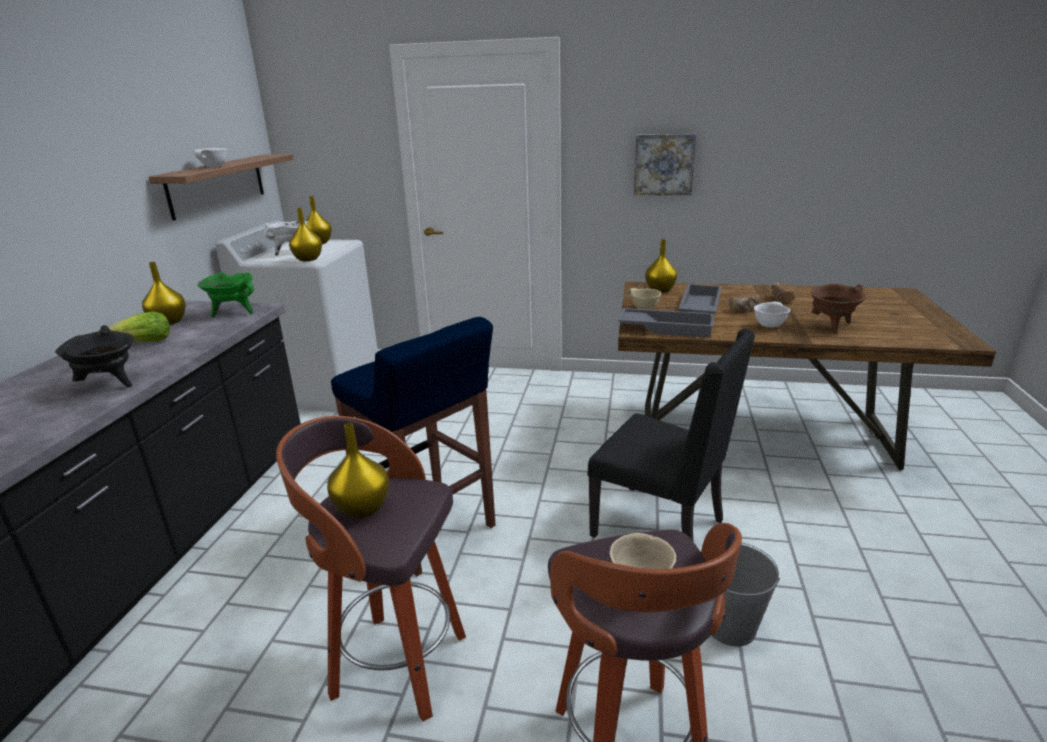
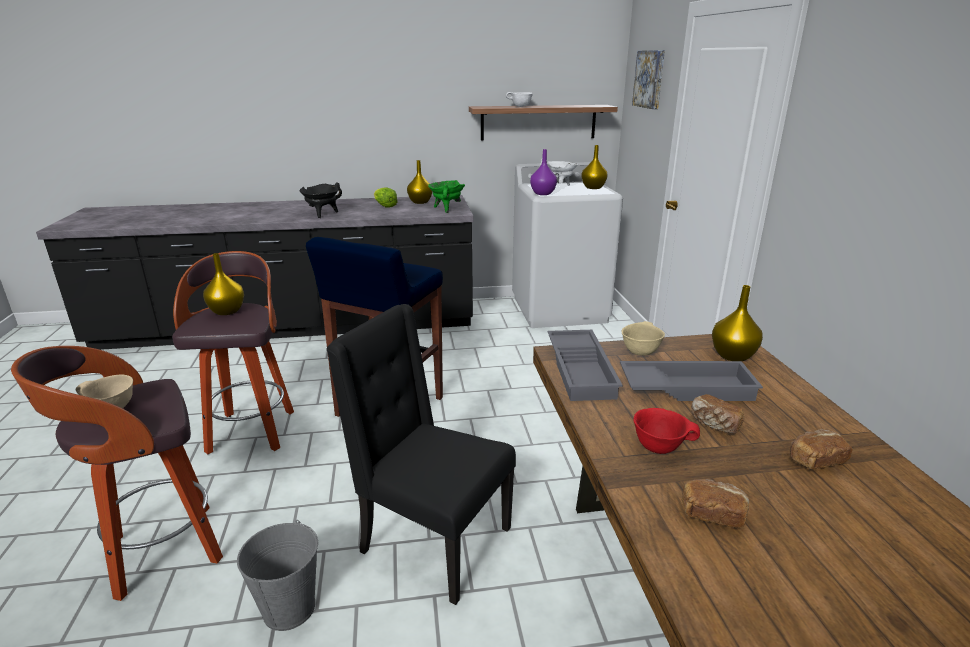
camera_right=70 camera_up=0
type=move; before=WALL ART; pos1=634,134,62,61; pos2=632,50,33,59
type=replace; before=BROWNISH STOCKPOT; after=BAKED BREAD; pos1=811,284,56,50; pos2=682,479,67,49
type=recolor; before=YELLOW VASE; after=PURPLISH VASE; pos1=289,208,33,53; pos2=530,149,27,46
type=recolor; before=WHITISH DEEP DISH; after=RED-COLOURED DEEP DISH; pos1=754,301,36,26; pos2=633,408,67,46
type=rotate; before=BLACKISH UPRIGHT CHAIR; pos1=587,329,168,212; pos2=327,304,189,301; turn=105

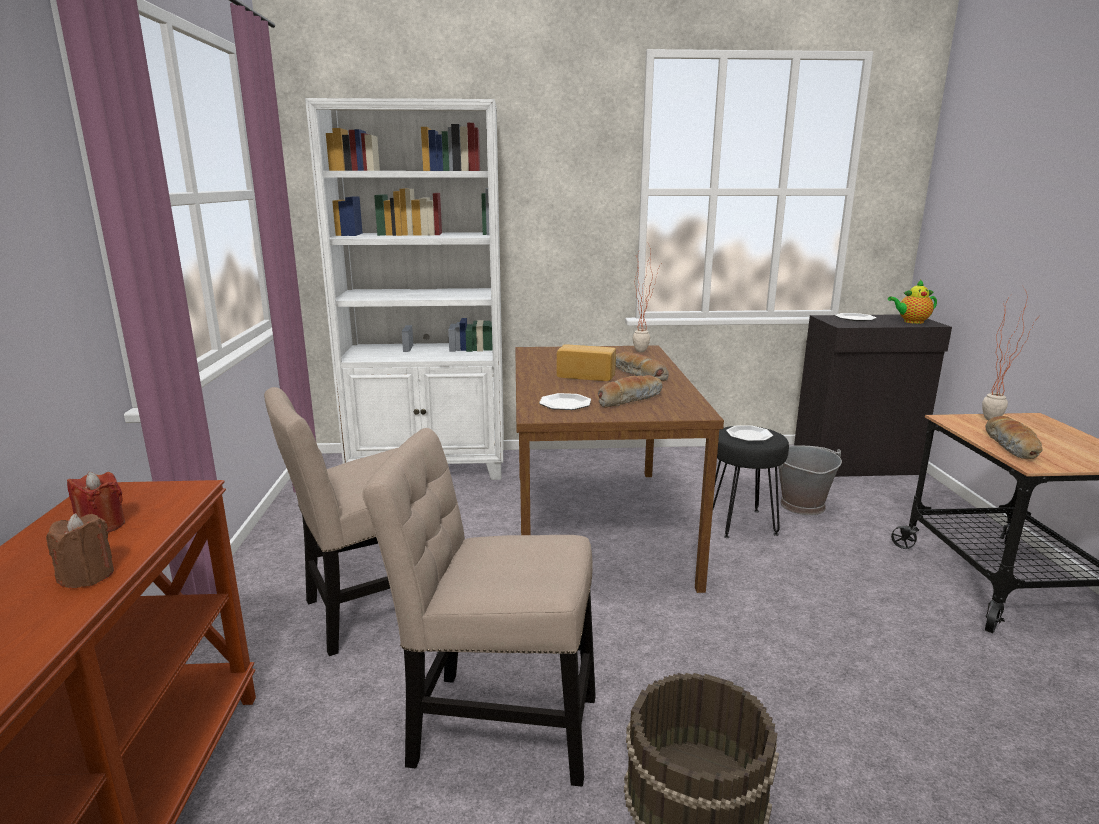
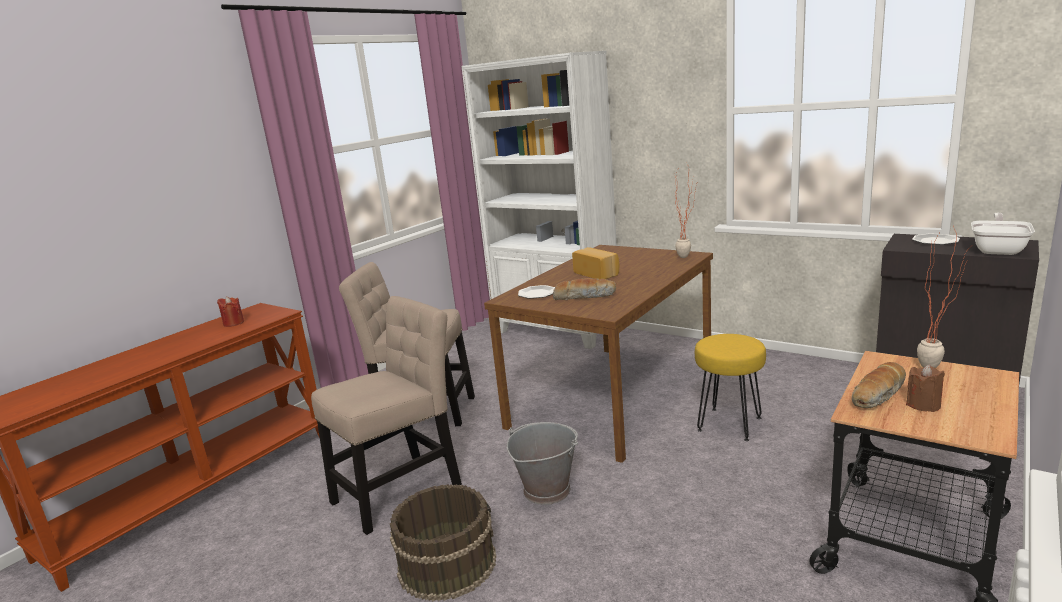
camera_right=40 camera_up=0
type=delete; before=BAKED BREAD; pos1=615,352,54,29
type=delete; before=PLATE; pos1=726,425,47,16
type=move; before=BROWNISH CANDLE; pos1=46,513,68,75; pos2=906,365,39,47
type=move; before=GREYISH BUCKET; pos1=778,445,64,70; pos2=507,422,71,83
type=replace; before=POT FOR TEA; after=SKILLET; pos1=888,279,49,45; pos2=971,213,64,42
type=recolor; before=BLACKISH STOOL SEAT; after=YELLOW STOOL SEAT; pos1=712,426,77,112; pos2=695,334,71,107
type=rotate; before=BEIGE UPRIGHT CHAIR; pos1=363,428,233,359; pos2=311,296,151,239; turn=90

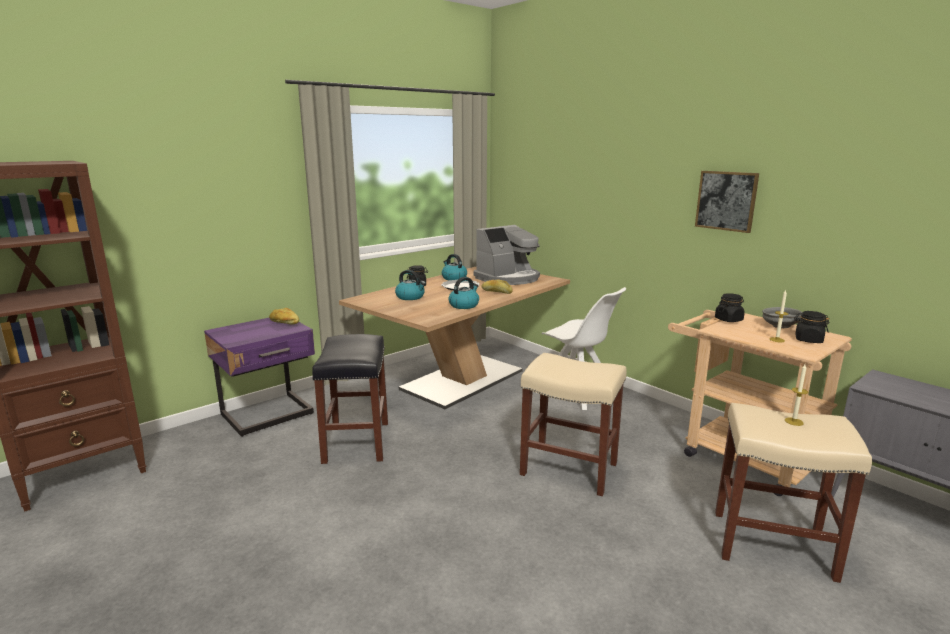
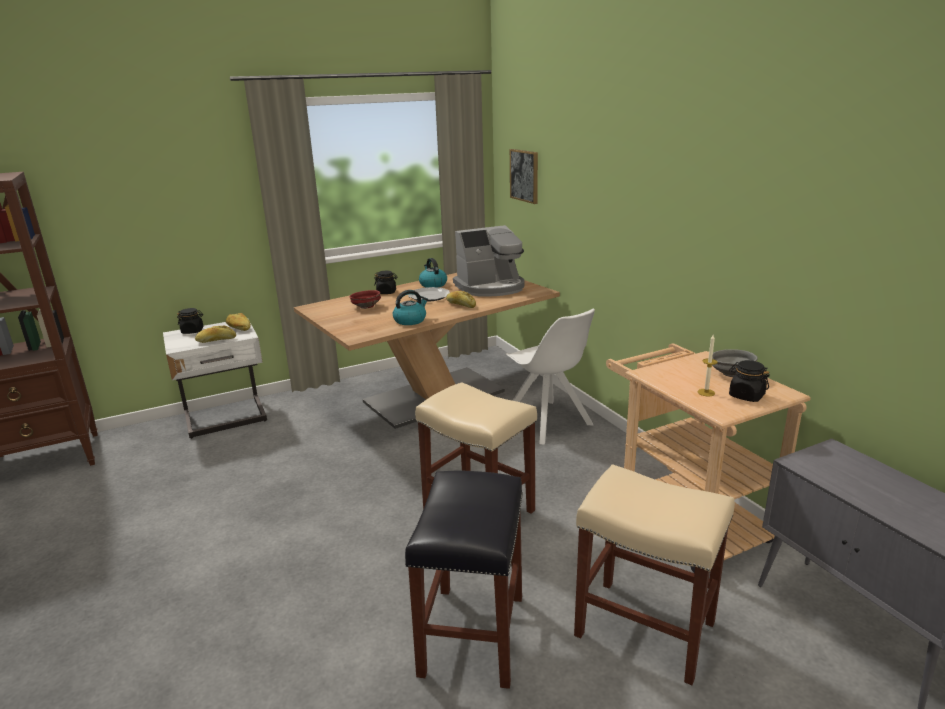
camera_right=15 camera_up=5
type=delete; before=CANDLE; pos1=785,364,23,62
type=insert; after=BAKED BREAD; pos2=195,326,41,17
type=move; before=BLACKISH STOOL SEAT; pos1=312,334,76,130; pos2=405,471,118,218
type=move; before=WALL ART; pos1=695,171,64,62; pos2=510,149,28,55
type=move; before=BLACKISH JAR; pos1=715,293,30,29; pos2=177,308,27,26
type=replace; before=KETTLE; after=RED-COLOURED DEEP DISH; pos1=395,270,31,30; pos2=349,290,32,19
type=recolor; before=PURPLISH BEDSIDE TABLE; after=WHITISH BEDSIDE TABLE; pos1=204,318,111,119; pos2=163,319,104,120

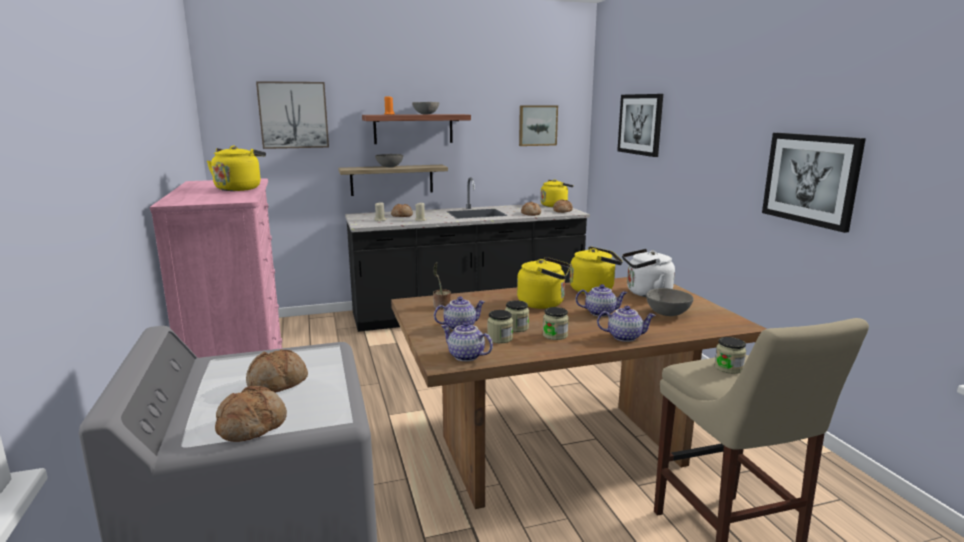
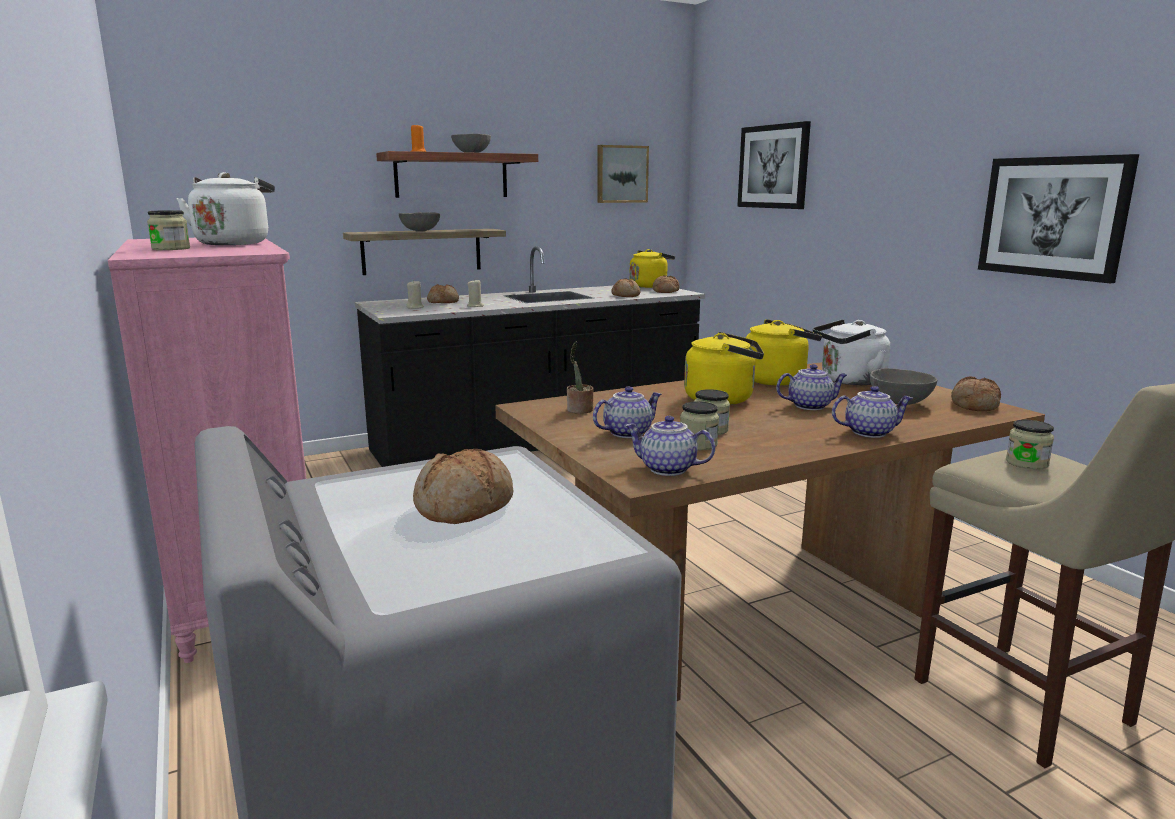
camera_right=-10 camera_up=0
type=delete; before=WALL ART; pos1=256,81,73,68
type=move; before=BAKED BREAD; pos1=215,386,72,56; pos2=951,377,50,34
type=move; before=JAR; pos1=543,307,26,33; pos2=147,210,43,40
type=recolor; before=YELLOW KETTLE; after=WHITISH KETTLE; pos1=207,146,59,45; pos2=177,172,98,73

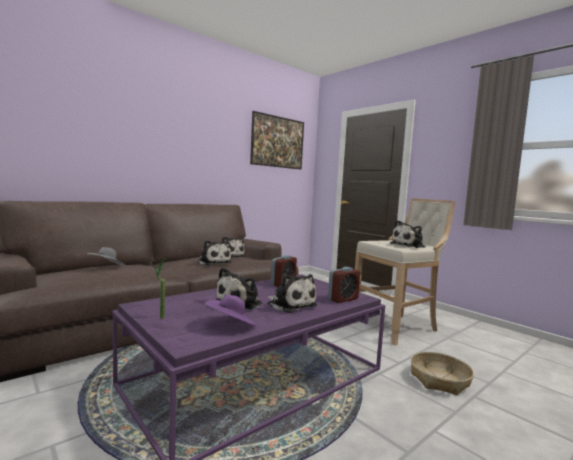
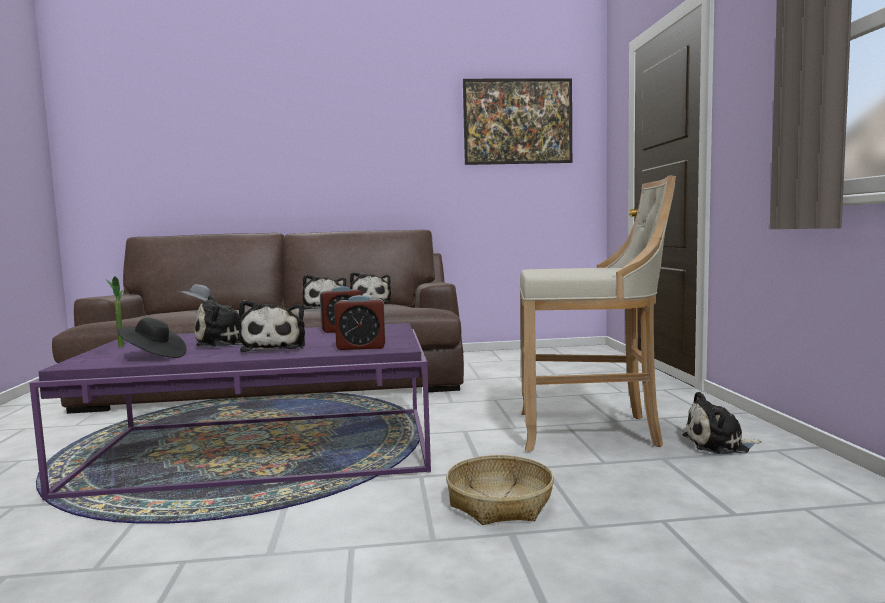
camera_right=35 camera_up=0
type=move; before=SOFT TOY; pos1=390,220,36,28; pos2=682,392,79,62
type=recolor; before=PURPLISH CLOTHING HAT; after=BLACKISH CLOTHING HAT; pos1=204,294,52,32; pos2=118,318,69,40

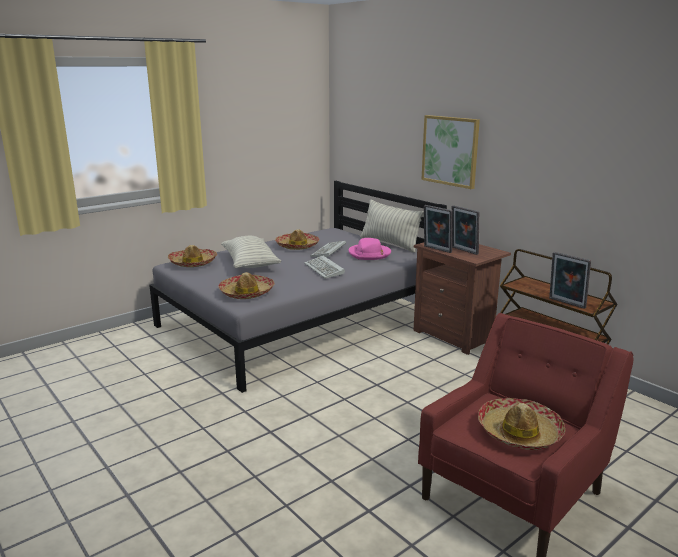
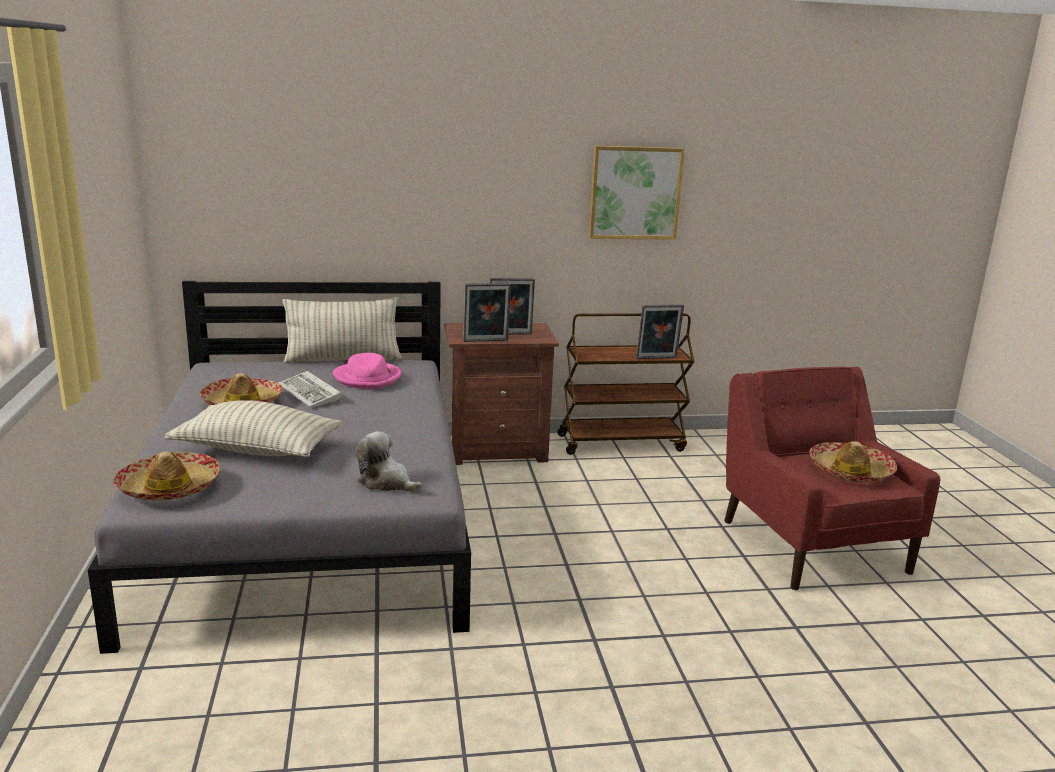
camera_right=-60 camera_up=0
type=delete; before=PC KEYBOARD; pos1=304,256,41,23
type=move; before=WALL ART; pos1=421,115,59,74; pos2=589,146,96,94
type=replace; before=CLOTHING HAT; after=SOFT TOY; pos1=218,272,57,27; pos2=355,431,67,61

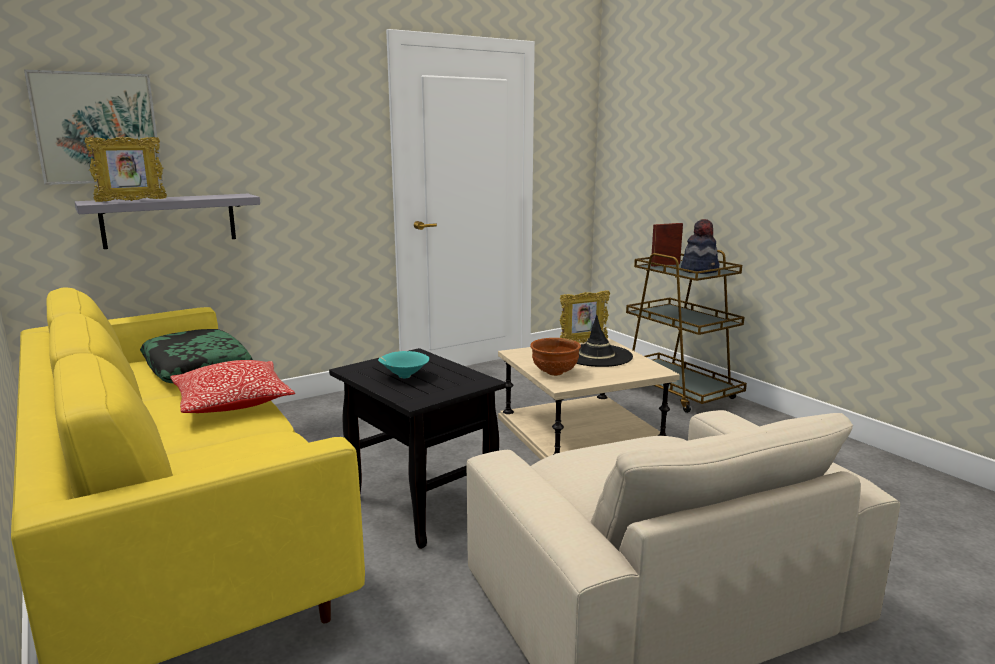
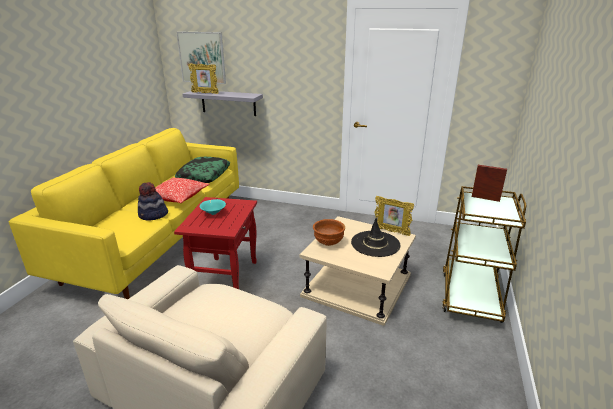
camera_right=50 camera_up=10
type=move; before=CLOTHING HAT; pos1=681,219,38,55; pos2=138,182,30,39
type=recolor; before=BLACKISH ACCENT TABLE; after=RED-COLOURED ACCENT TABLE; pos1=329,348,177,201; pos2=174,197,83,92

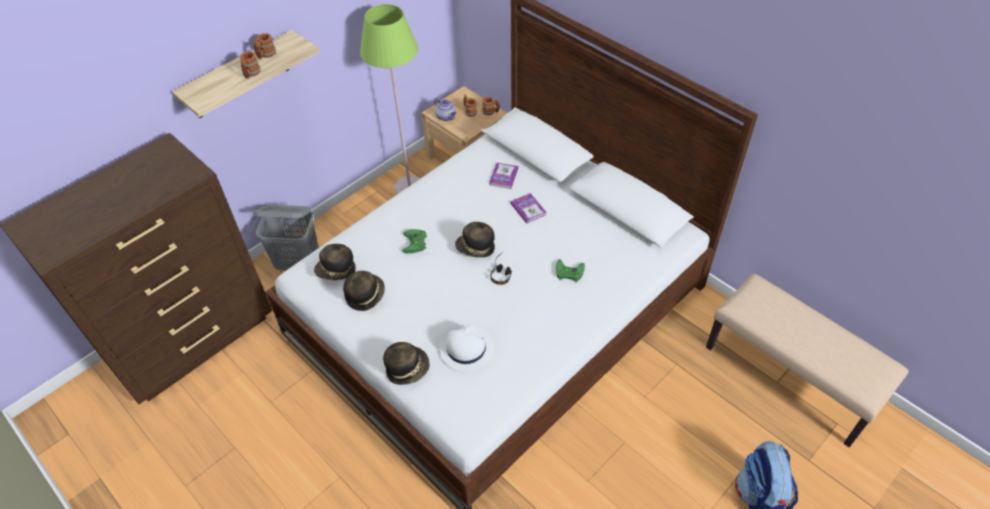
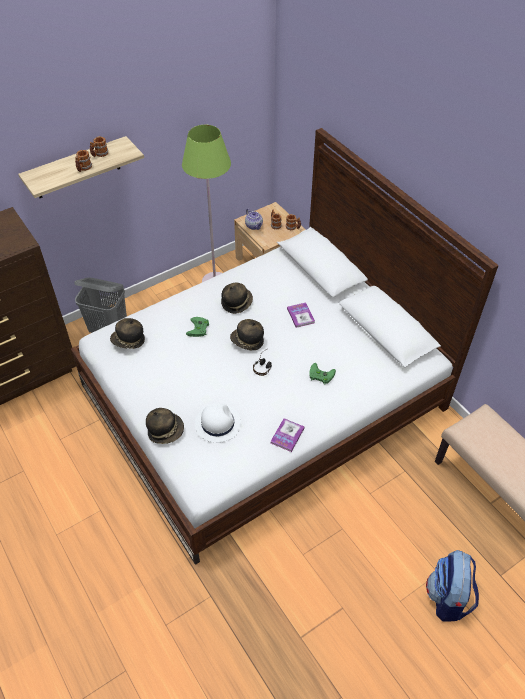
camera_right=10 camera_up=0
type=move; before=CLOTHING HAT; pos1=343,271,42,40; pos2=221,282,32,32
type=move; before=BOOK; pos1=489,163,29,26; pos2=270,418,35,34

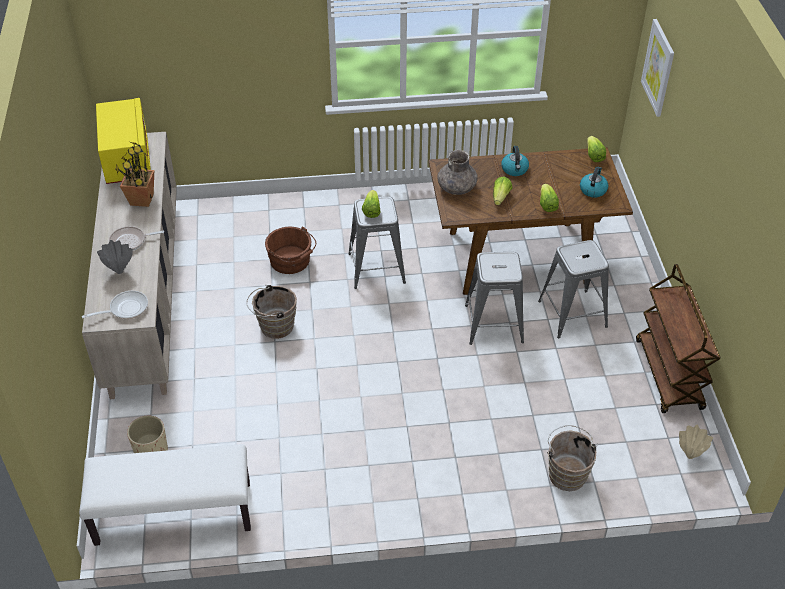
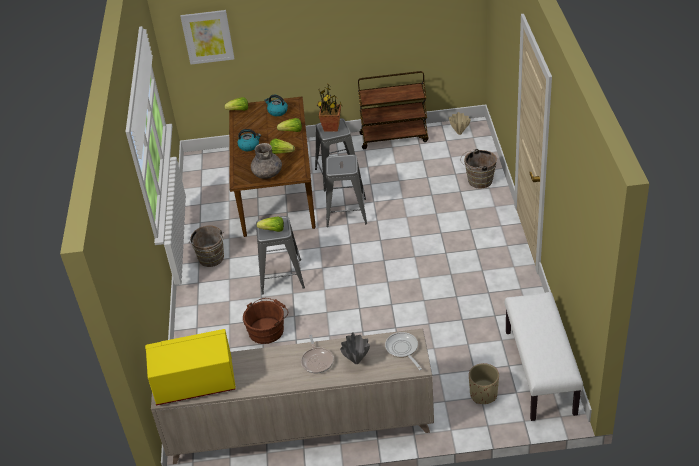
camera_right=-85 camera_up=-5
type=move; before=POTTED PLANT; pos1=115,142,39,65; pos2=317,83,24,49
type=move; before=BROWNISH BUCKET; pos1=246,285,51,54; pos2=189,226,35,41

